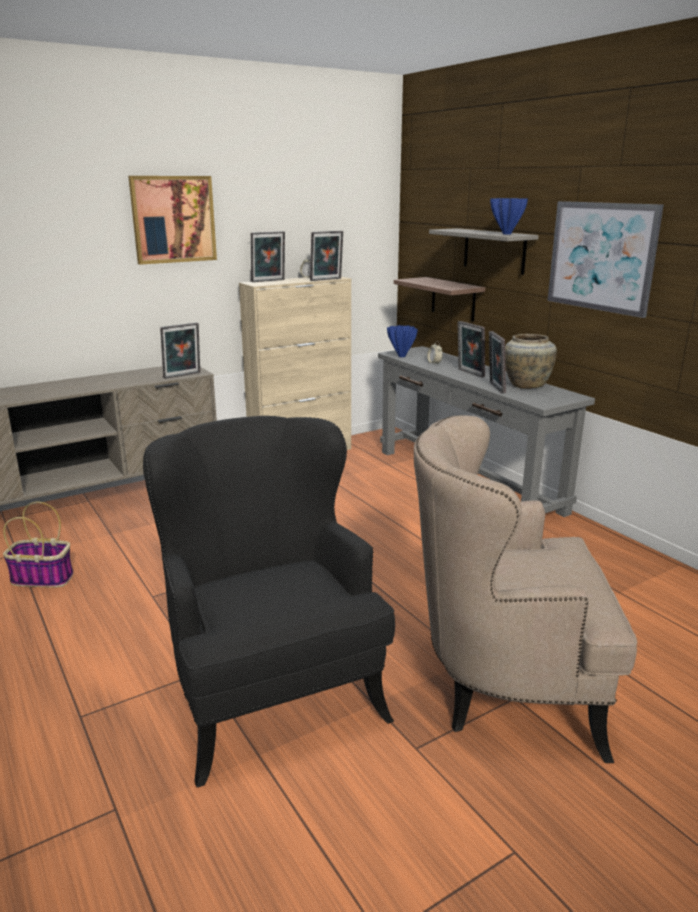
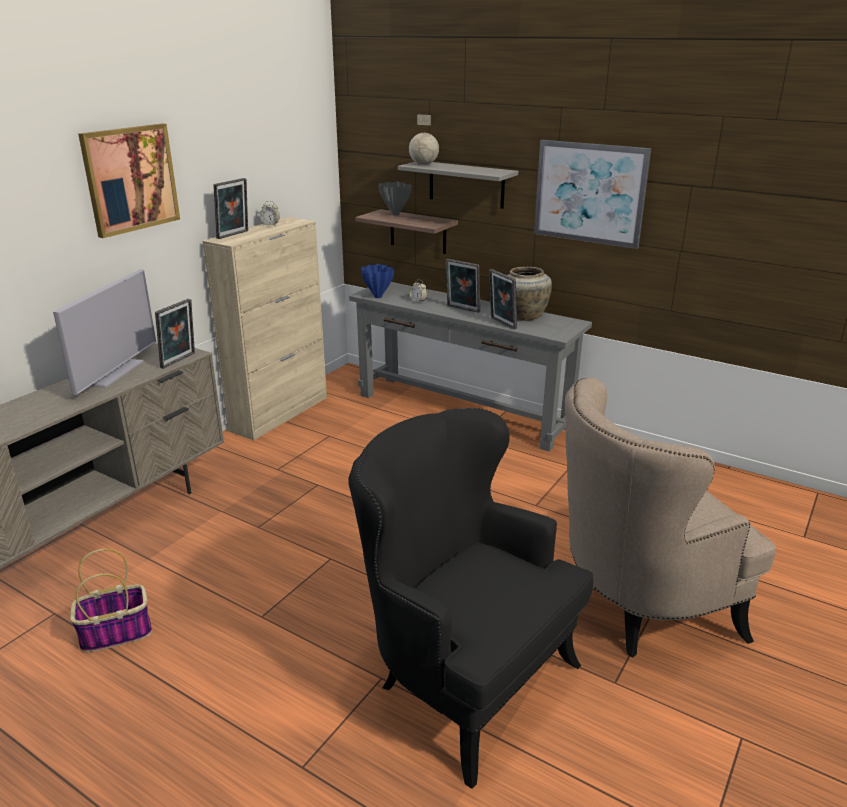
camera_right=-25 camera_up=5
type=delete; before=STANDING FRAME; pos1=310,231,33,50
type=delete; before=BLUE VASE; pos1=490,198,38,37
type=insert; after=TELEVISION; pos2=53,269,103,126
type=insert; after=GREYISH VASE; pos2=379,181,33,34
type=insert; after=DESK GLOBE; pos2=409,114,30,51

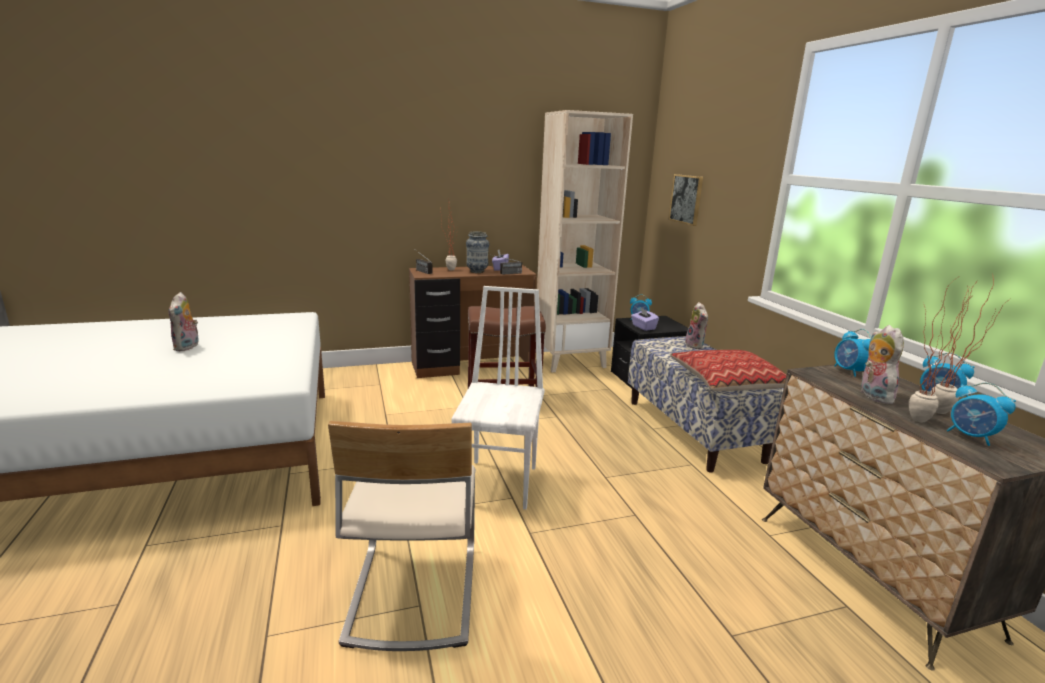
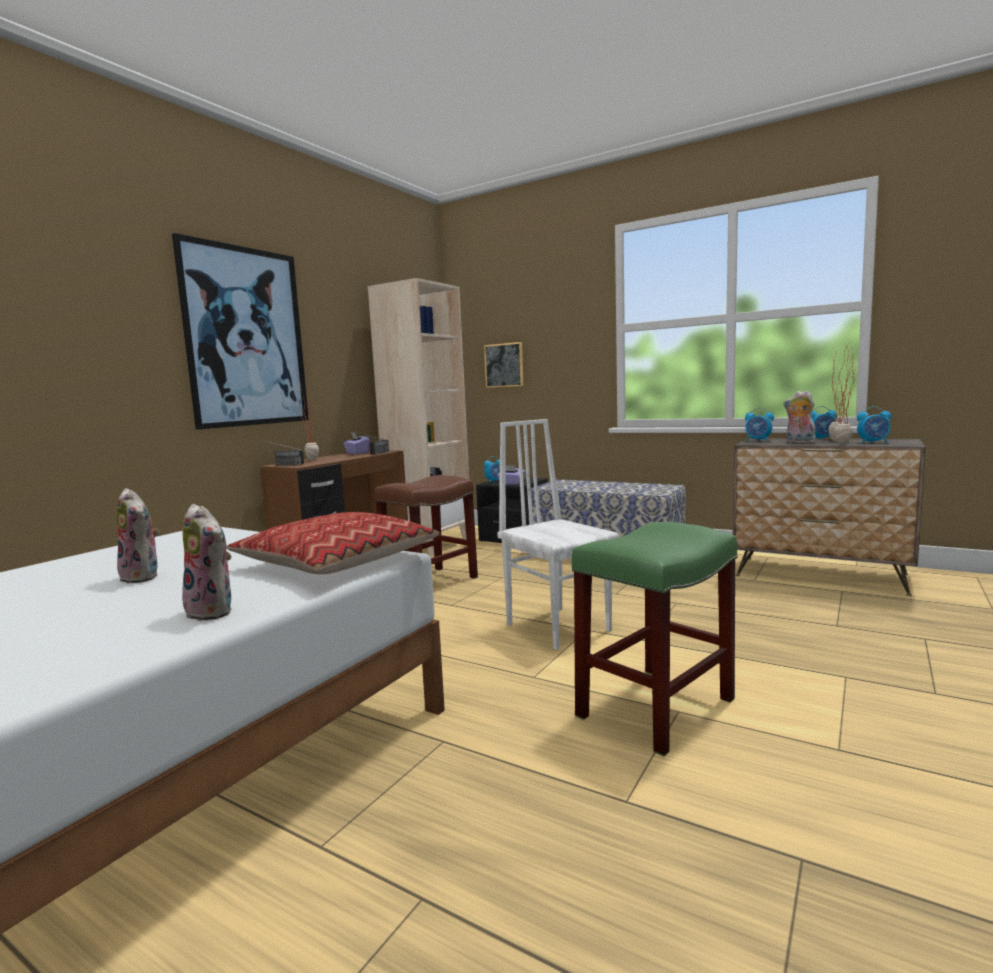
camera_right=-40 camera_up=-10
type=delete; before=VASE; pos1=466,231,23,42
type=insert; after=WALL ART; pos2=172,233,137,196
type=move; before=PILLOW; pos1=670,350,116,41; pos2=227,512,213,62
type=move; before=SOFT TOY; pos1=685,302,23,47; pos2=182,504,50,117
type=replace; before=BEIGE UPRIGHT CHAIR; after=GREEN-COLOURED STOOL SEAT; pos1=328,421,148,230; pos2=572,522,166,234

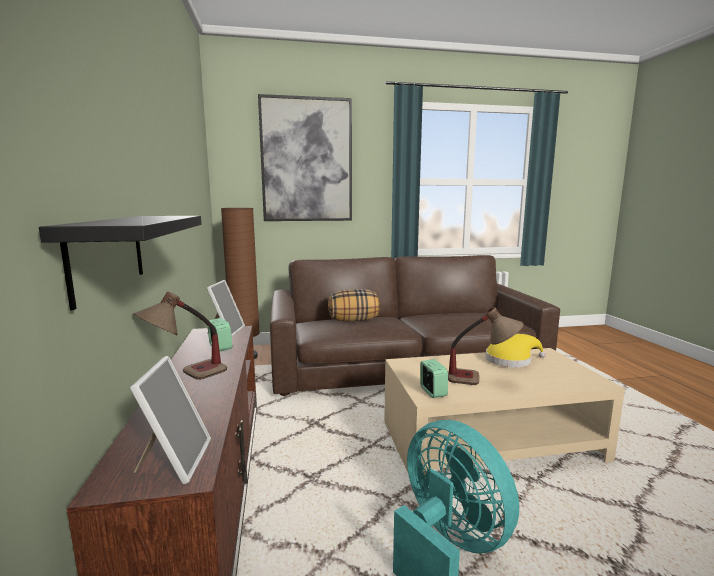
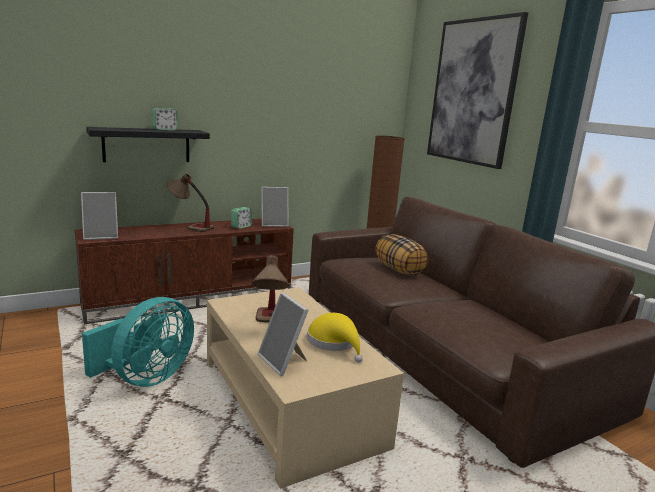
camera_right=70 camera_up=5
type=insert; after=STANDING FRAME; pos2=258,292,51,84
type=move; before=TABLE CLOCK; pos1=420,359,28,39; pos2=152,108,26,22

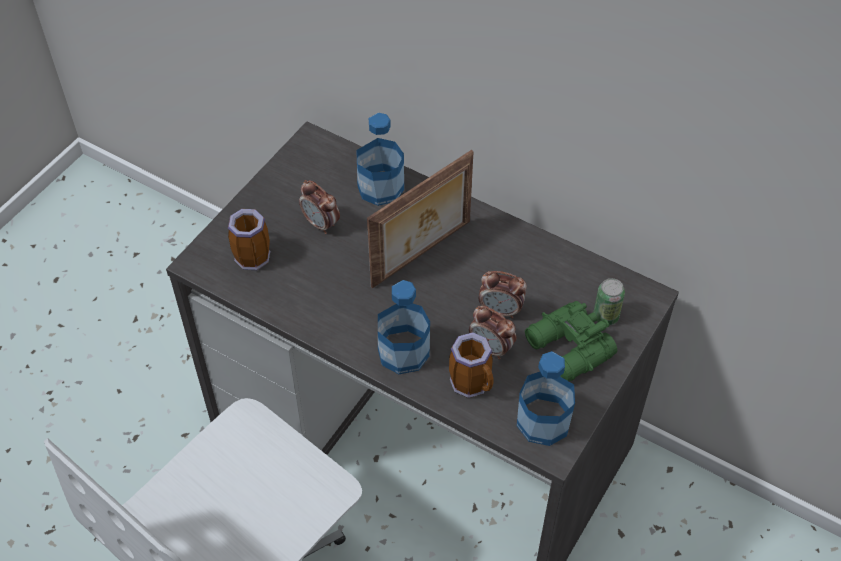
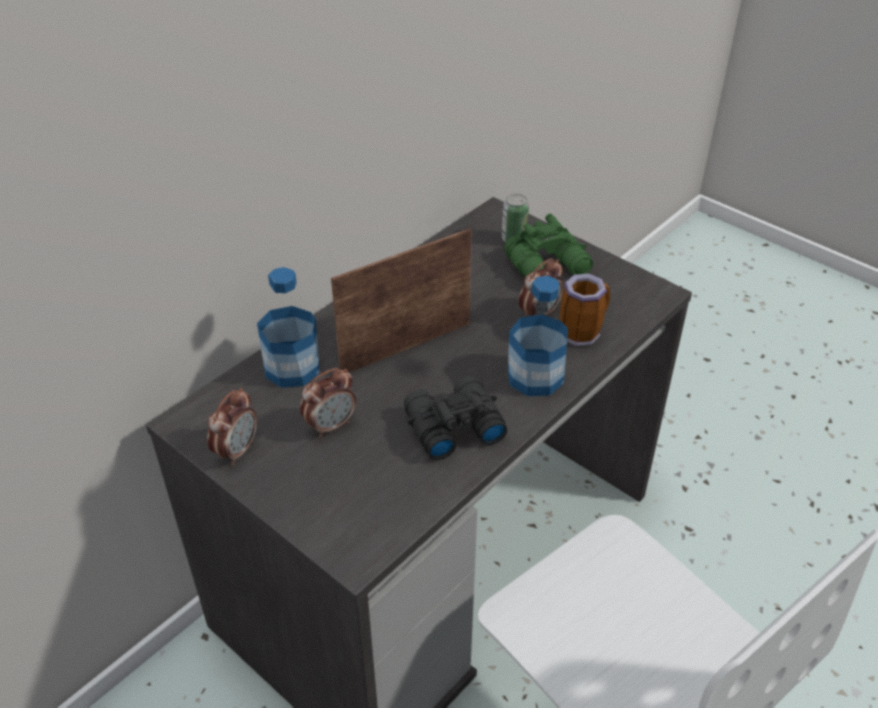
camera_right=-80 camera_up=-10
type=delete; before=MUG; pos1=228,209,42,61
type=delete; before=BOTTLE; pos1=517,351,58,95
type=insert; after=BLACKISH FIELD GLASSES; pos2=404,376,103,84
type=move; before=TABLE CLOCK; pos1=479,271,48,48; pos2=207,388,50,77
type=rotate; before=STANDING FRAME; pos1=367,150,107,138; pos2=331,228,141,145; turn=-90

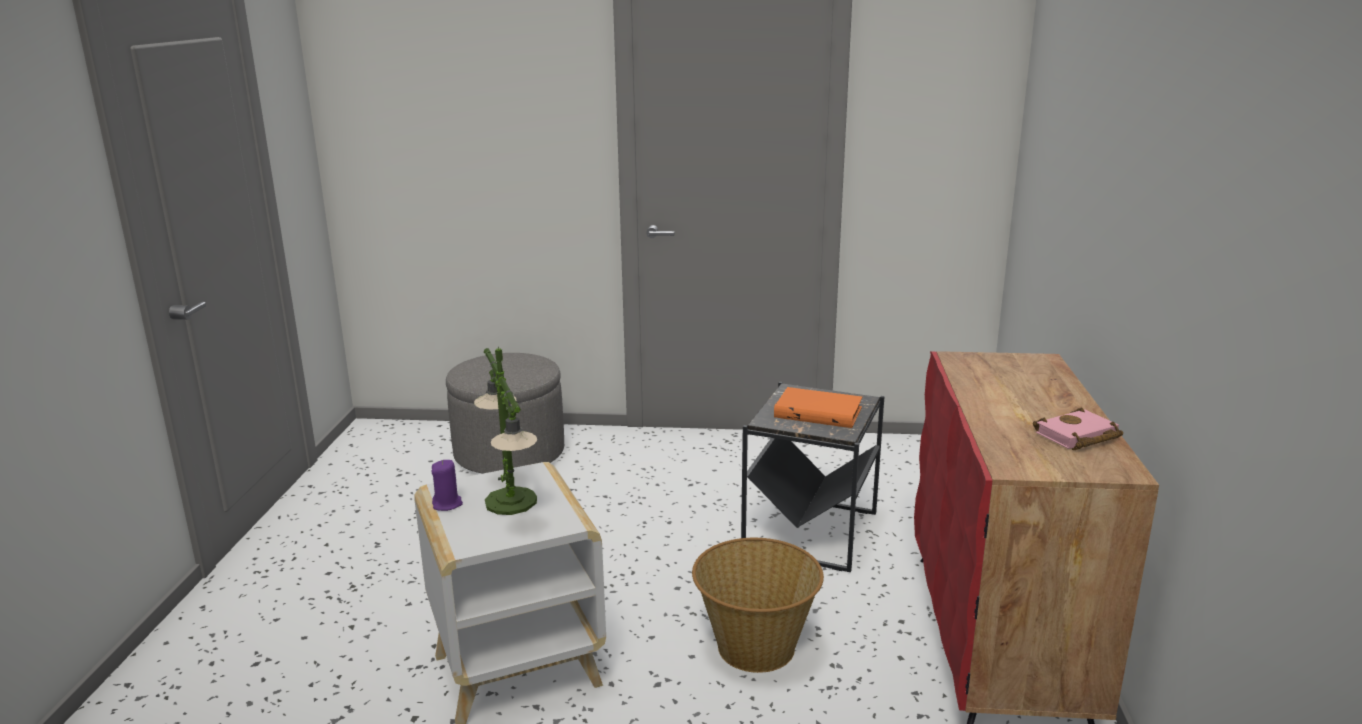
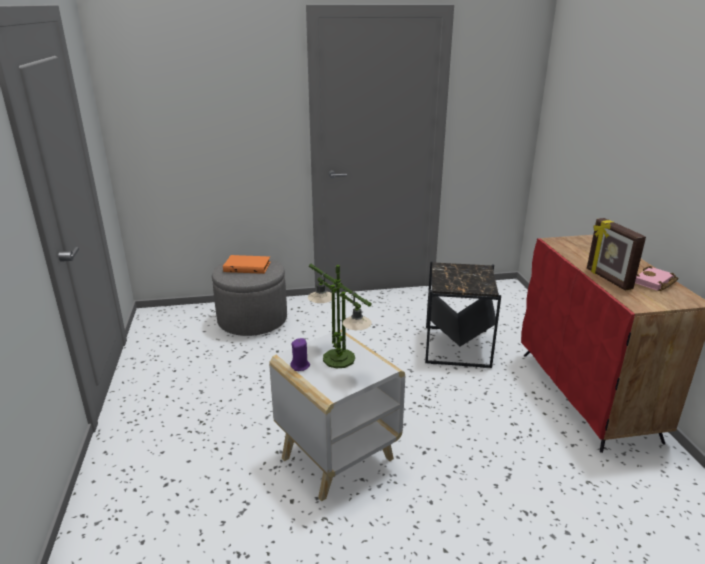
camera_right=-15 camera_up=5
type=delete; before=STORAGE BASKET; pos1=692,538,132,135
type=insert; after=STANDING FRAME; pos2=587,218,59,73
type=move; before=ORANGE BOOK; pos1=774,387,89,41; pos2=223,255,47,19

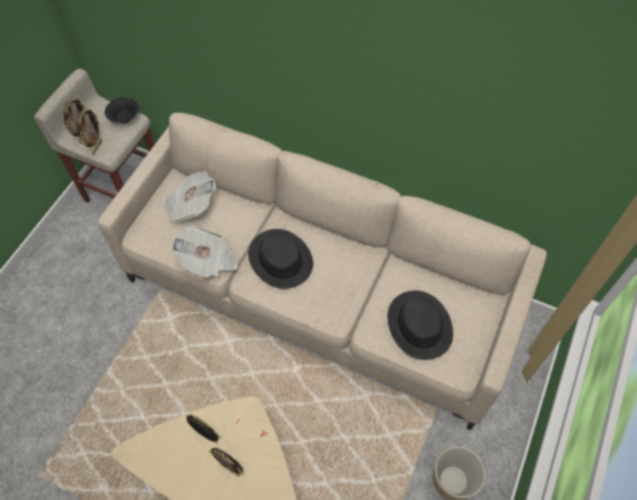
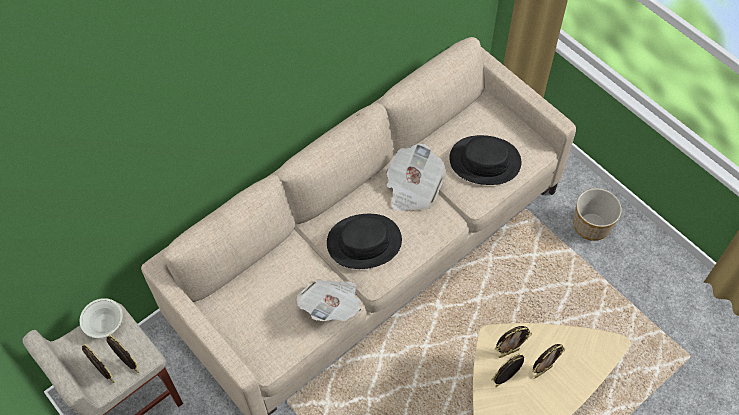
camera_right=-65 camera_up=0
type=insert; after=STANDING FRAME; pos2=495,326,37,32
type=move; before=NEWSPAPER; pos1=162,171,54,52; pos2=386,143,60,68
type=recolor; before=BLACKISH DEEP DISH; after=WHITISH DEEP DISH; pos1=105,97,34,26; pos2=80,298,43,40

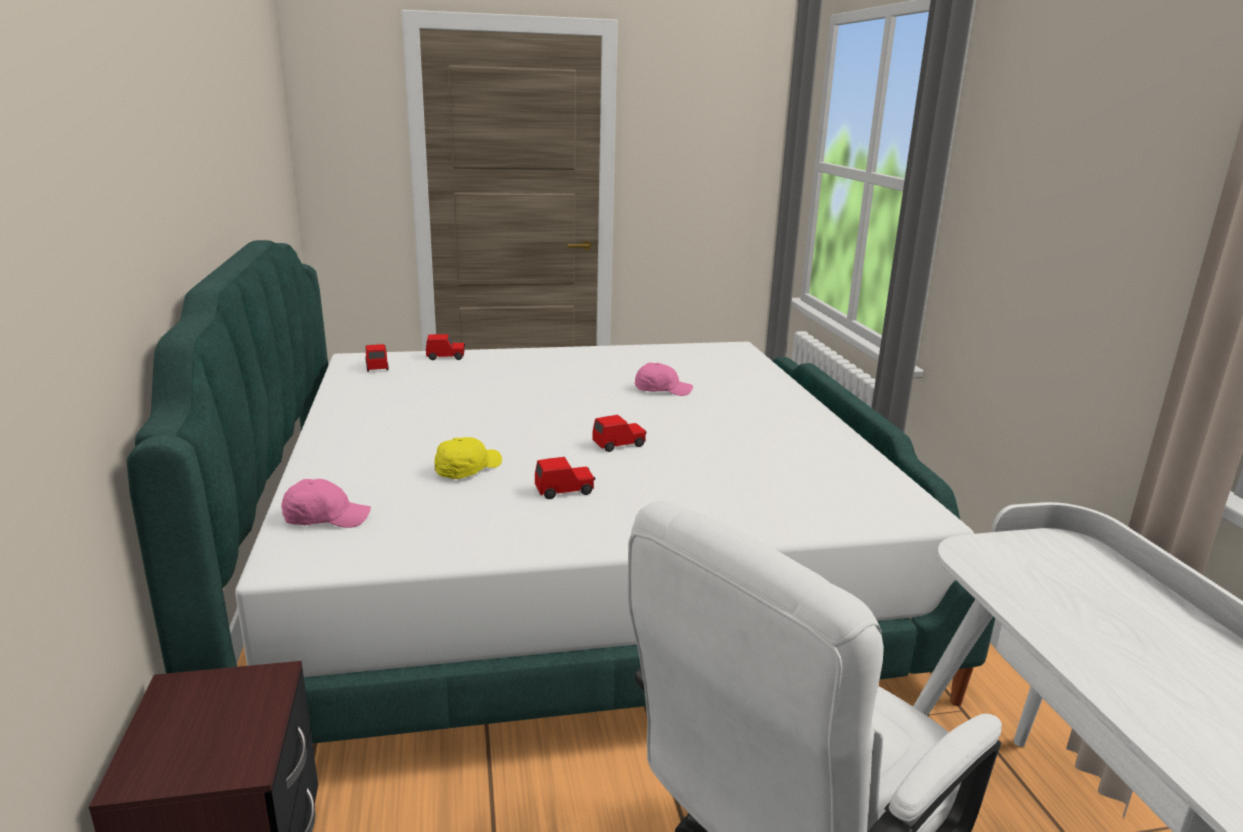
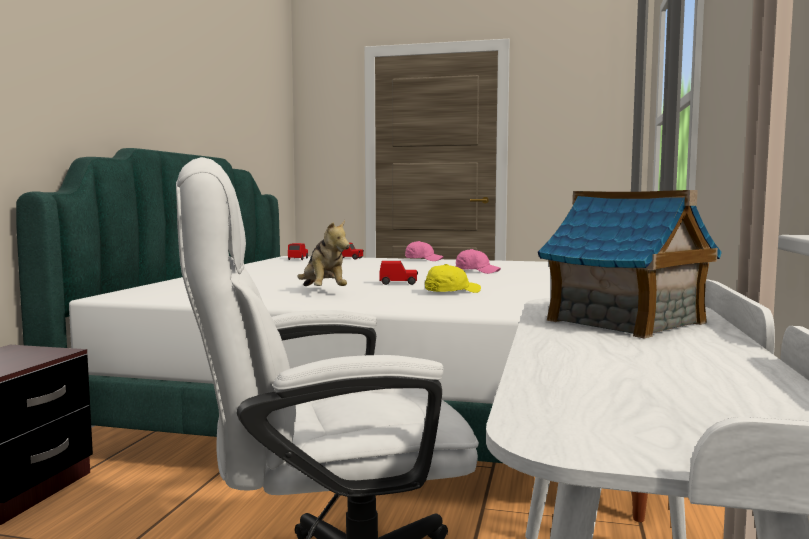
camera_right=25 camera_up=-15
type=insert; after=MINIATURE HOUSE; pos2=538,190,184,149
type=move; before=PINK BASEBALL CAP; pos1=281,479,90,49; pos2=405,241,39,20
type=move; before=YELLOW BASEBALL CAP; pos1=435,437,67,42; pos2=425,264,56,29
type=replace; before=RED-COLOURED MINIATURE CAR; after=SOFT TOY; pos1=535,457,60,42; pos2=297,220,53,66

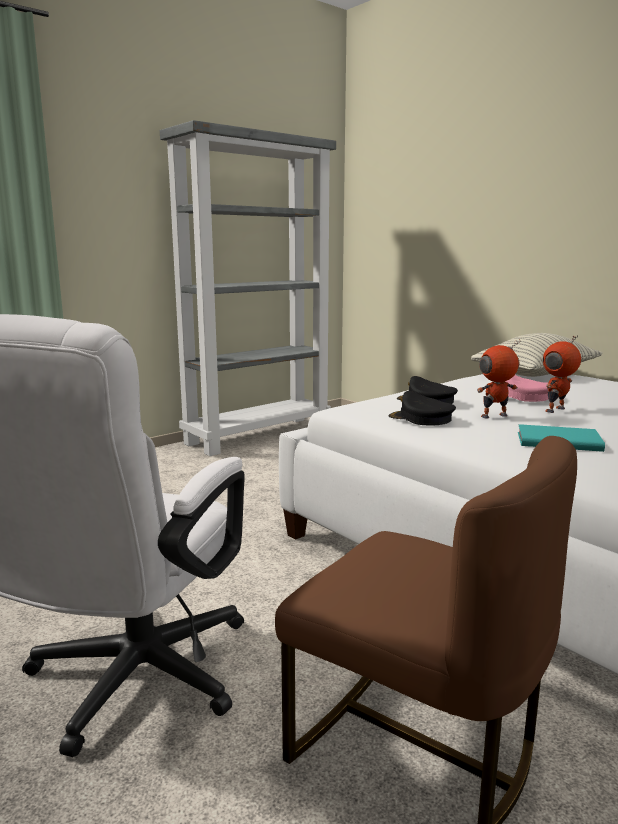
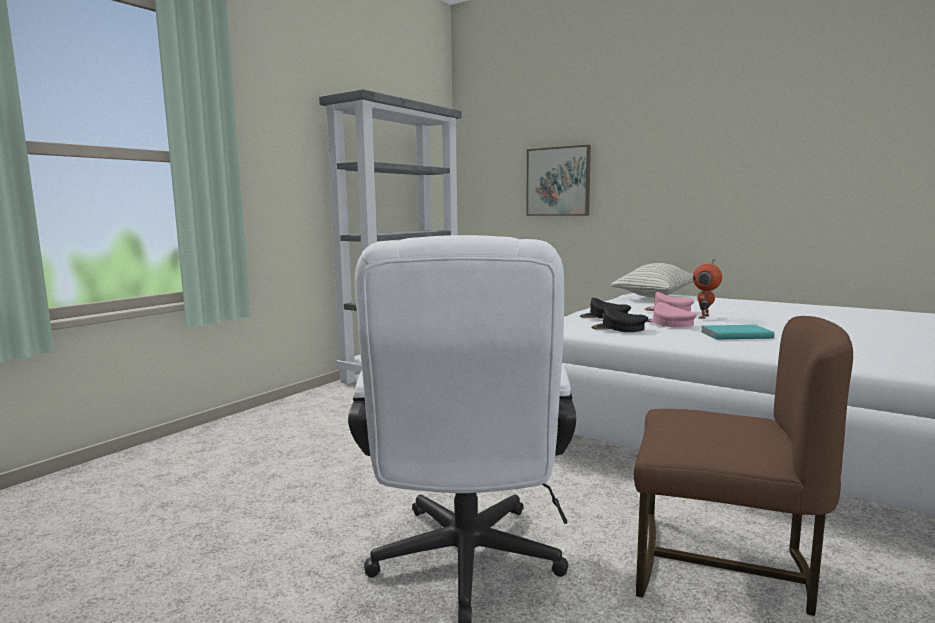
camera_right=-15 camera_up=-5
type=insert; after=WALL ART; pos2=526,145,65,71
type=replace; before=MODEL ROBOT; after=PINK BASEBALL CAP; pos1=477,340,44,78; pos2=646,302,51,25

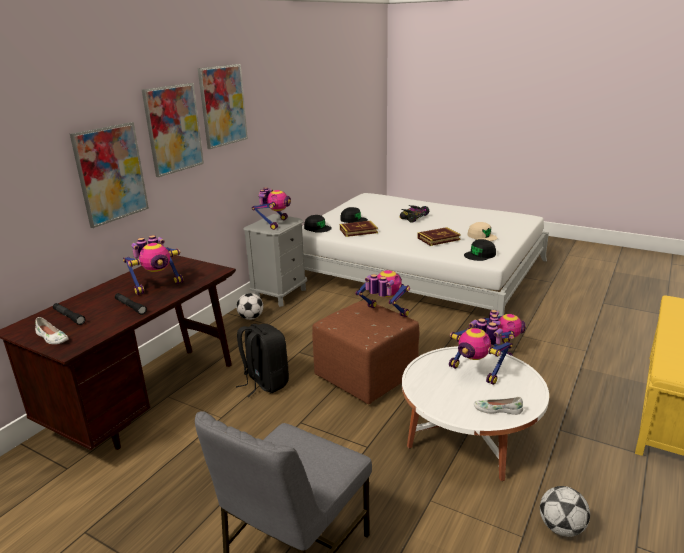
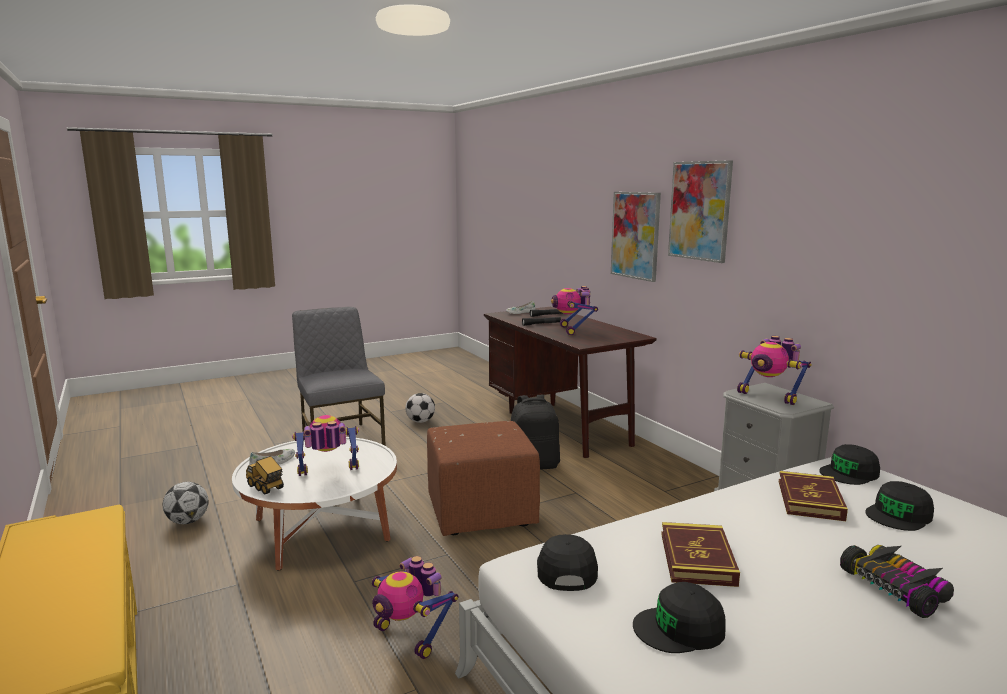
camera_right=120 camera_up=-10
type=delete; before=WALL ART; pos1=198,64,50,85
type=delete; before=MODEL ROBOT; pos1=356,270,54,47
type=insert; after=TOY TRUCK; pos2=246,456,38,38
type=move; before=BALL FOR FOOTBALL; pos1=236,293,27,27; pos2=405,393,30,30
type=recolor; before=BEIGE BASEBALL CAP; after=BLACKISH BASEBALL CAP; pos1=468,222,29,19; pos2=633,582,93,71

